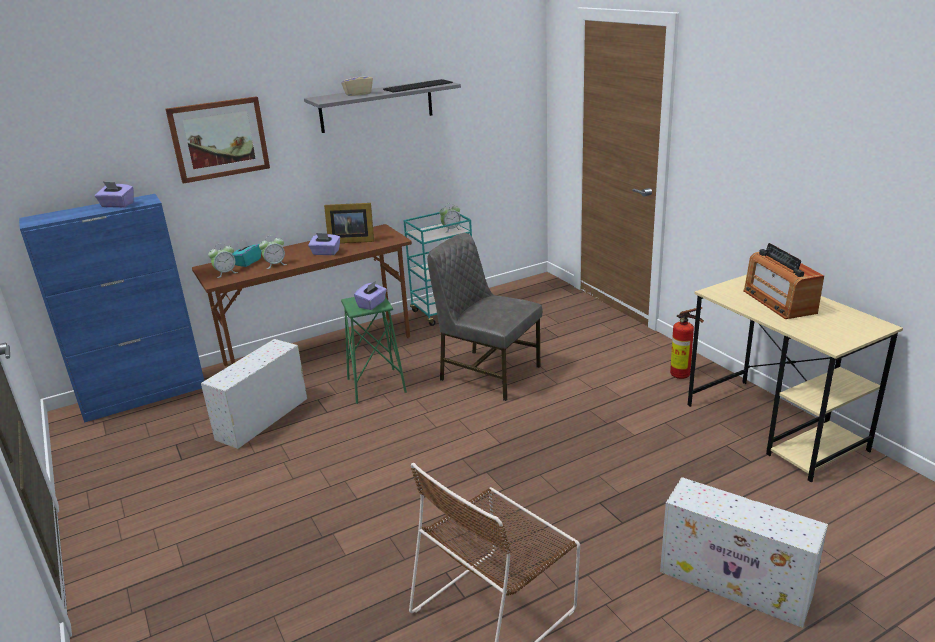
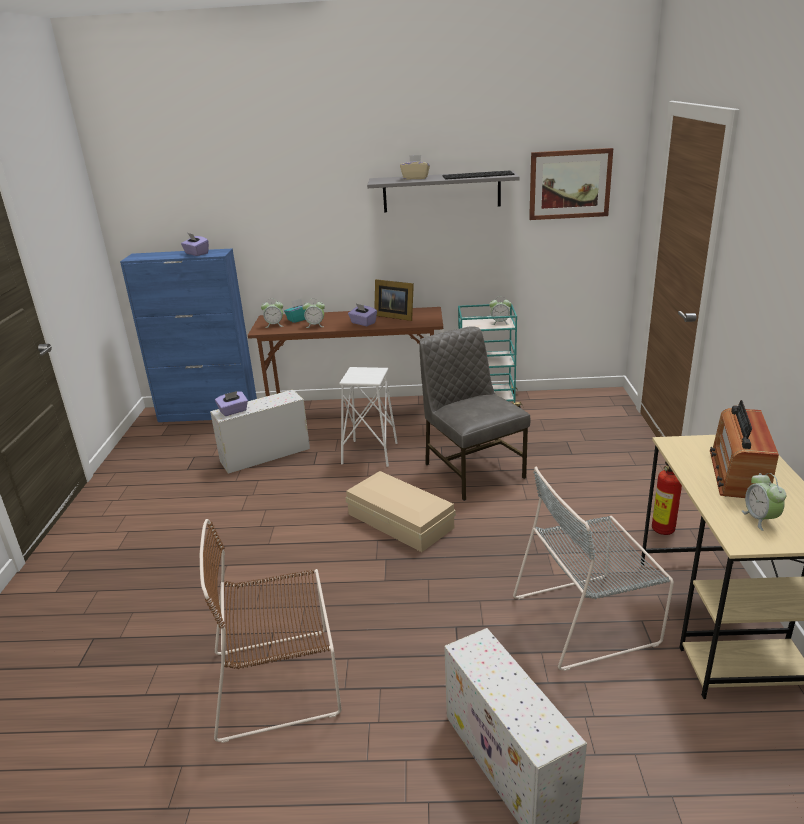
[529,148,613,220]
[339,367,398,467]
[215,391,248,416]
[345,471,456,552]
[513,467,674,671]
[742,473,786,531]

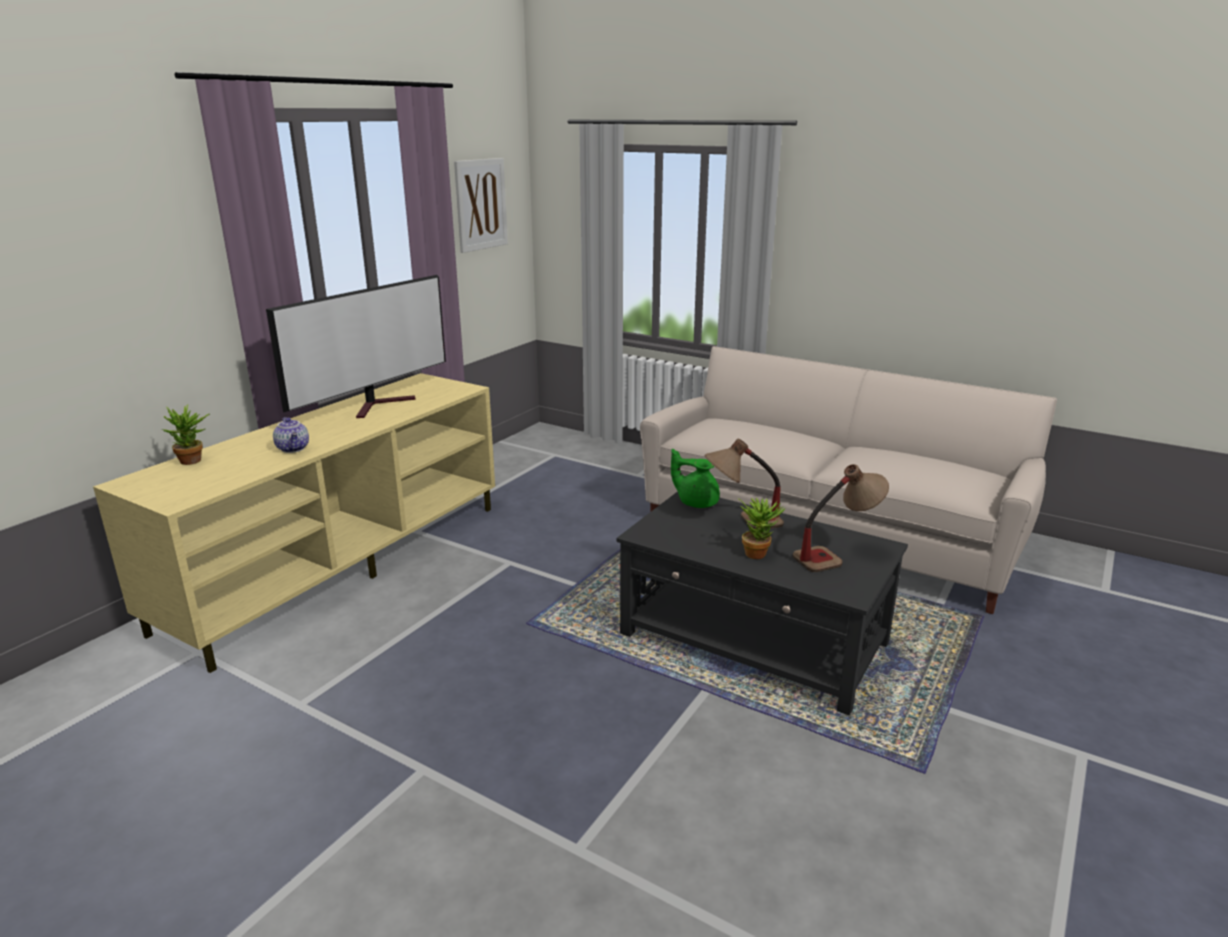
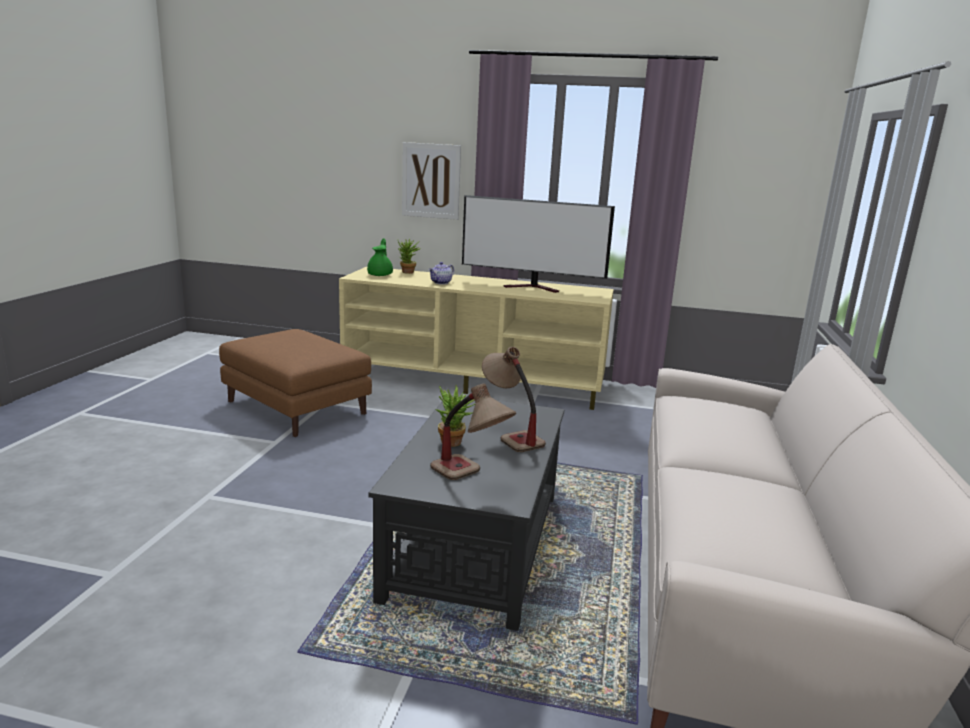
[402,142,461,220]
[367,238,393,276]
[219,329,372,437]

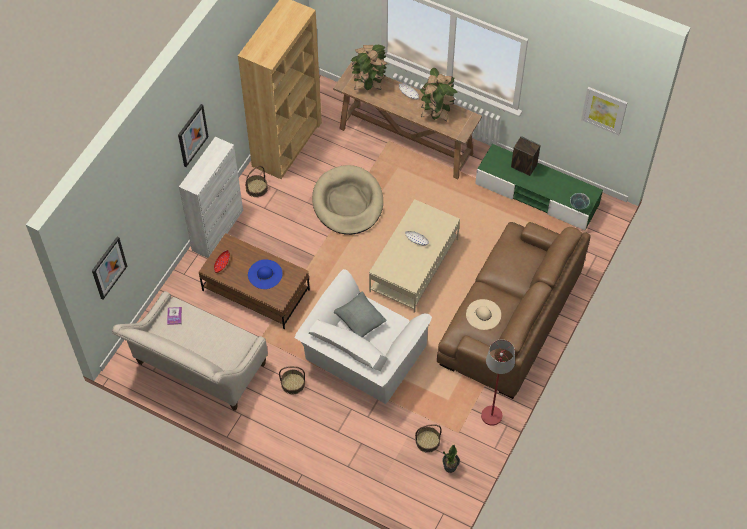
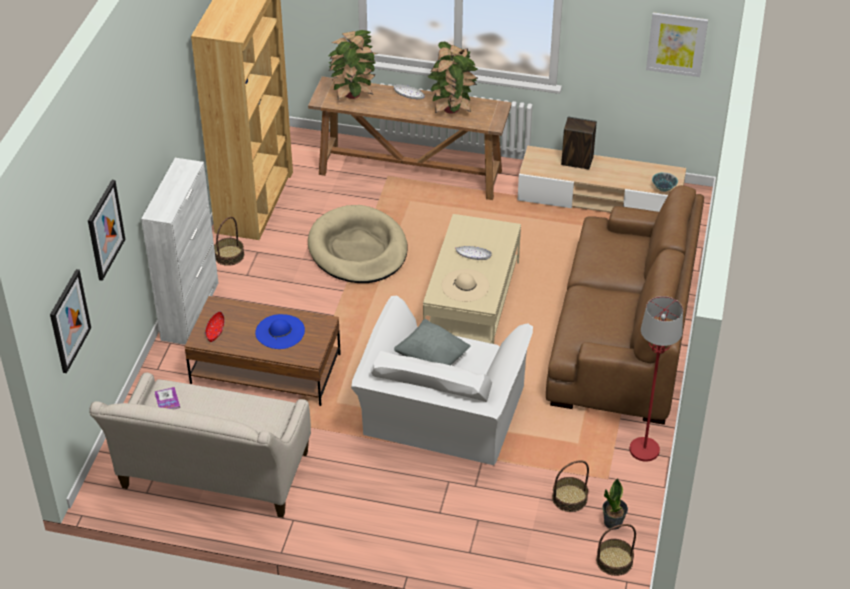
[88,180,125,281]
[596,524,636,576]
[442,269,489,302]
[518,145,686,213]

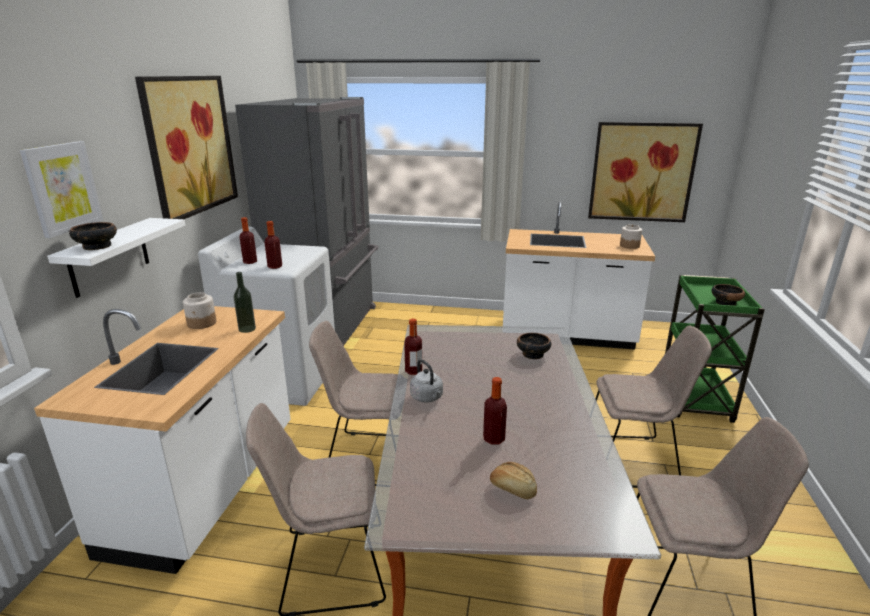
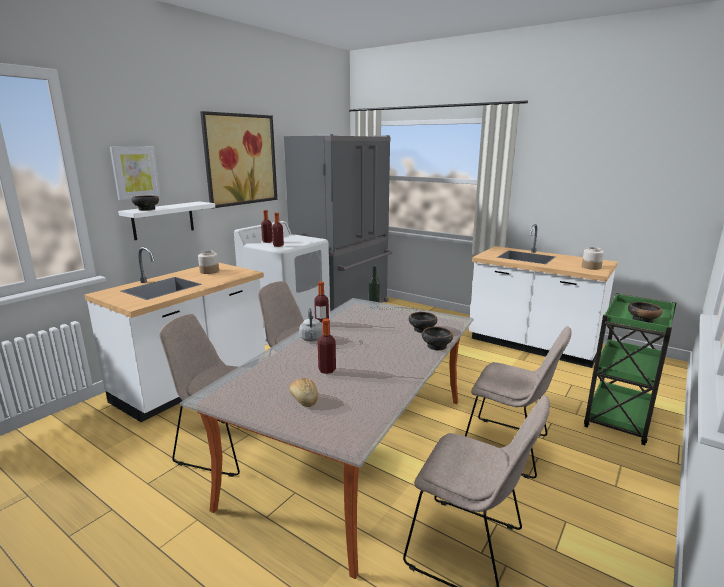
[368,266,380,310]
[588,122,703,222] (first image)
[422,327,453,351]

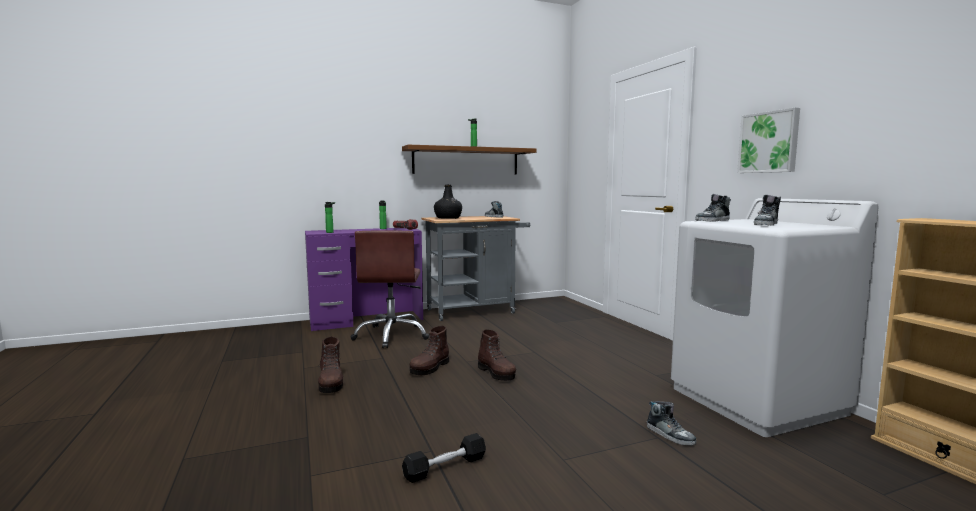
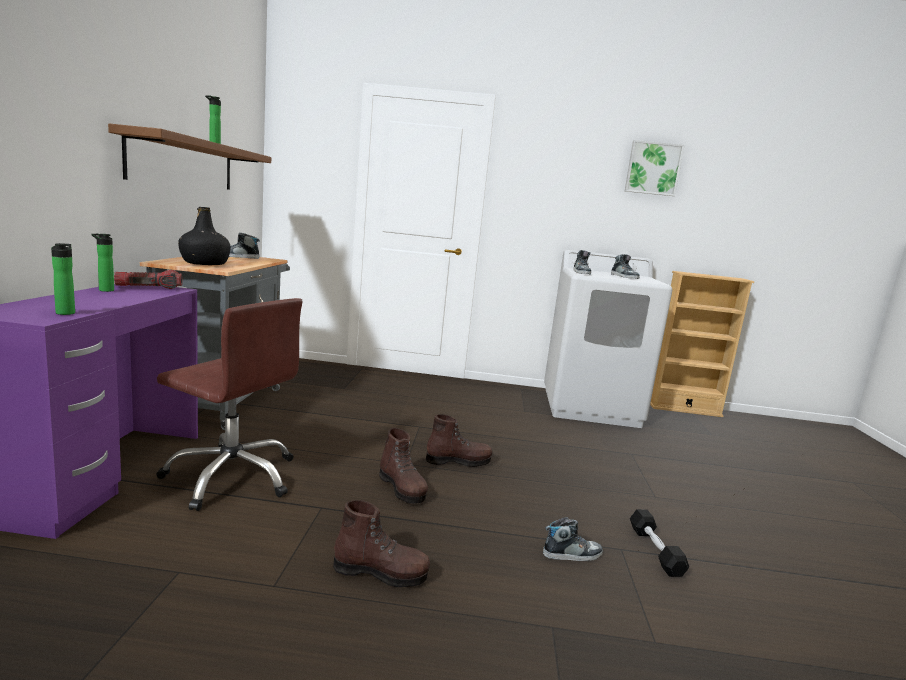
[543,517,603,561]
[625,140,685,196]

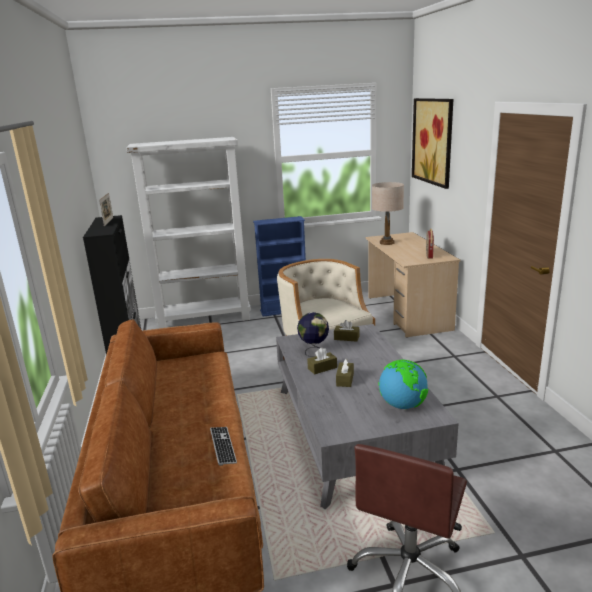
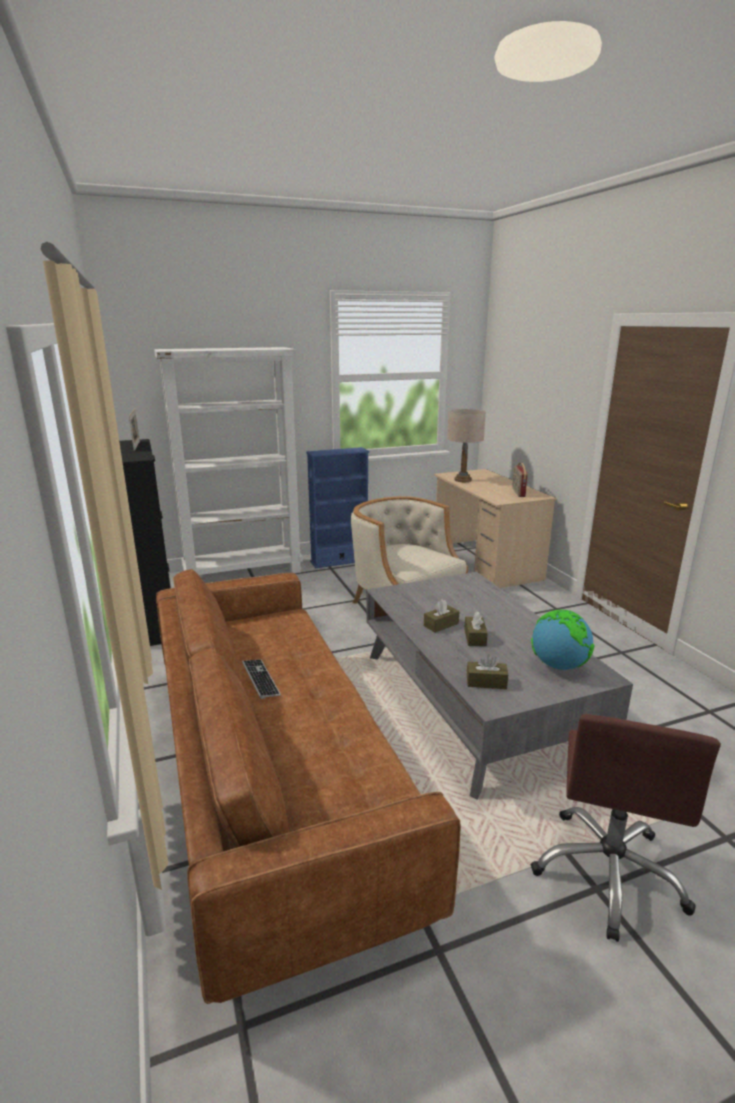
[242,659,281,699]
[297,312,329,357] (first image)
[467,655,508,689]
[412,98,453,189] (first image)

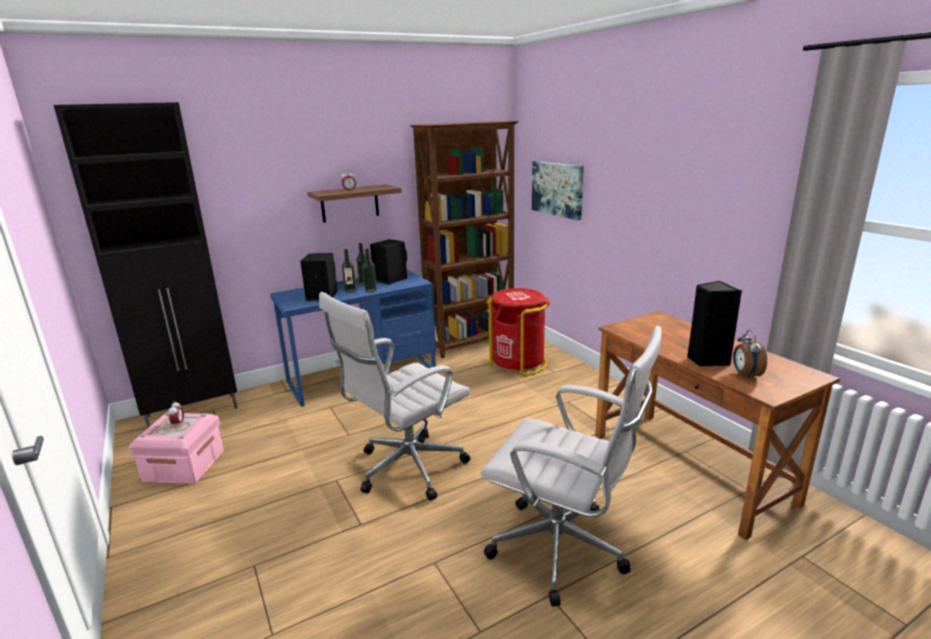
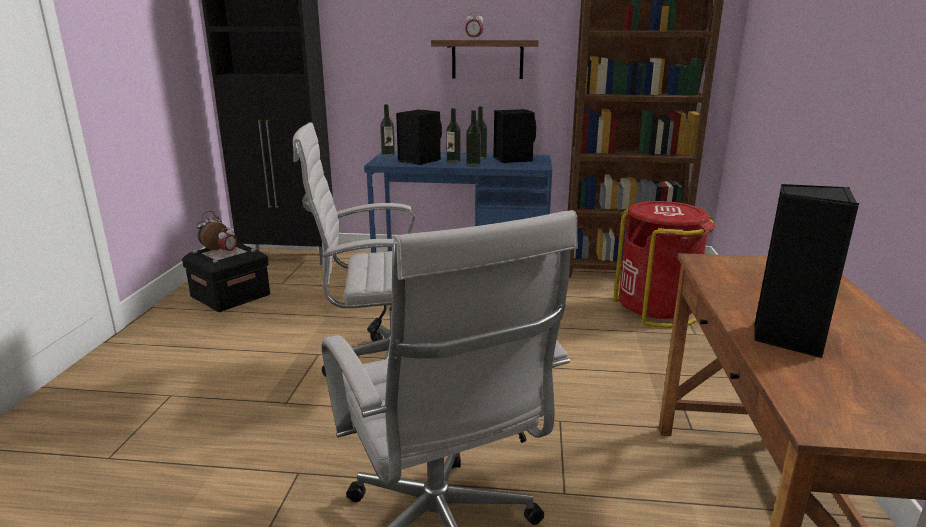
[182,242,270,312]
[532,161,584,220] (first image)
[197,211,229,250]
[380,104,395,157]

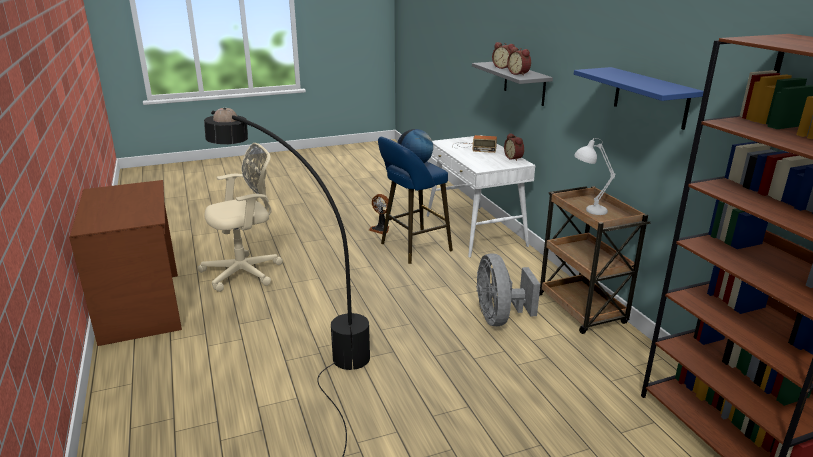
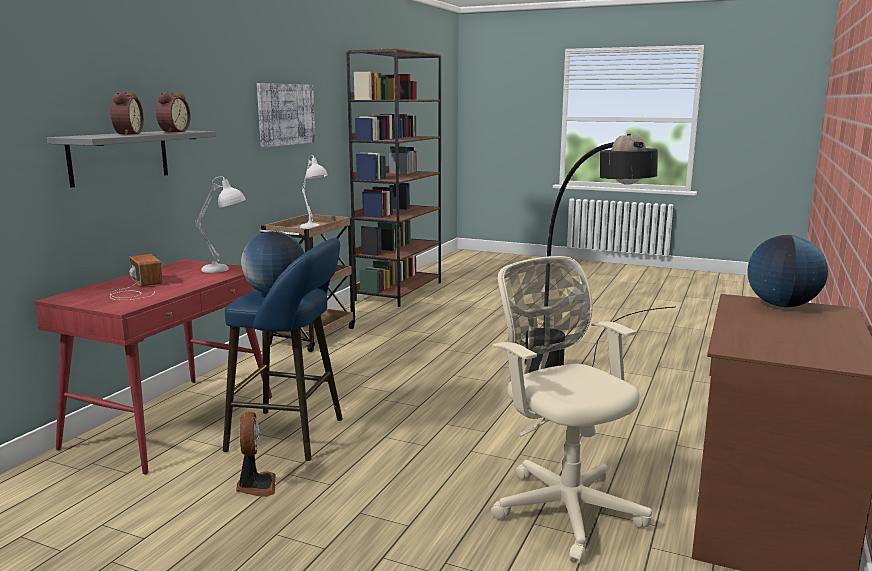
[491,256,652,564]
[35,259,272,475]
[476,253,540,326] (first image)
[504,133,524,161] (first image)
[257,83,316,147]
[195,177,246,273]
[748,235,828,307]

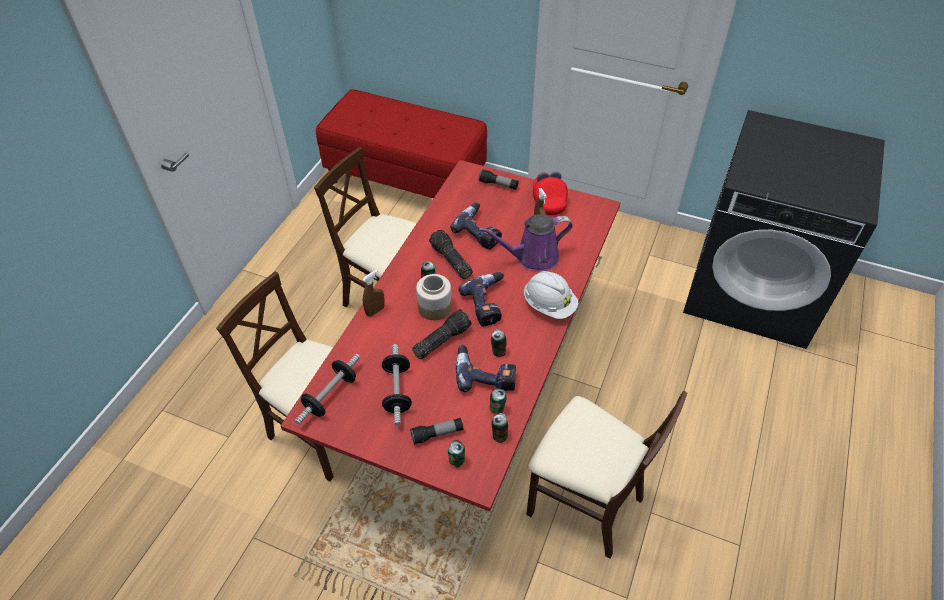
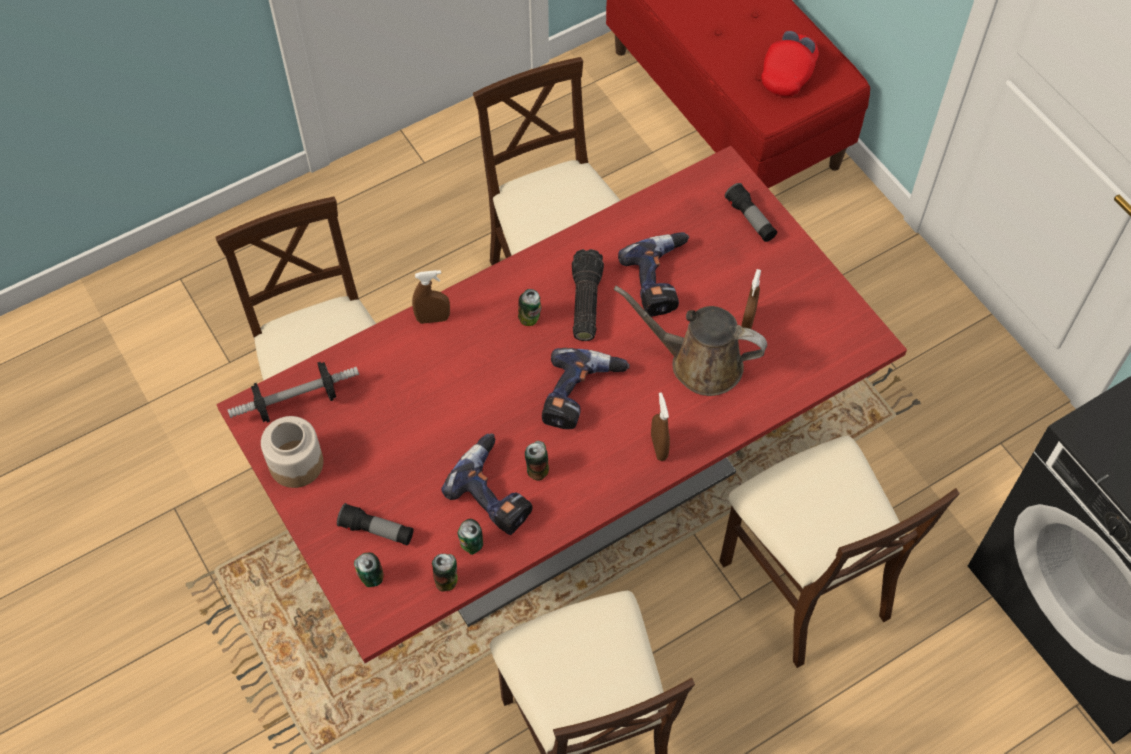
[382,344,412,426] (first image)
[412,309,472,359] (first image)
[261,416,323,488]
[614,286,767,396]
[651,392,670,461]
[761,31,819,96]
[720,436,960,668]

